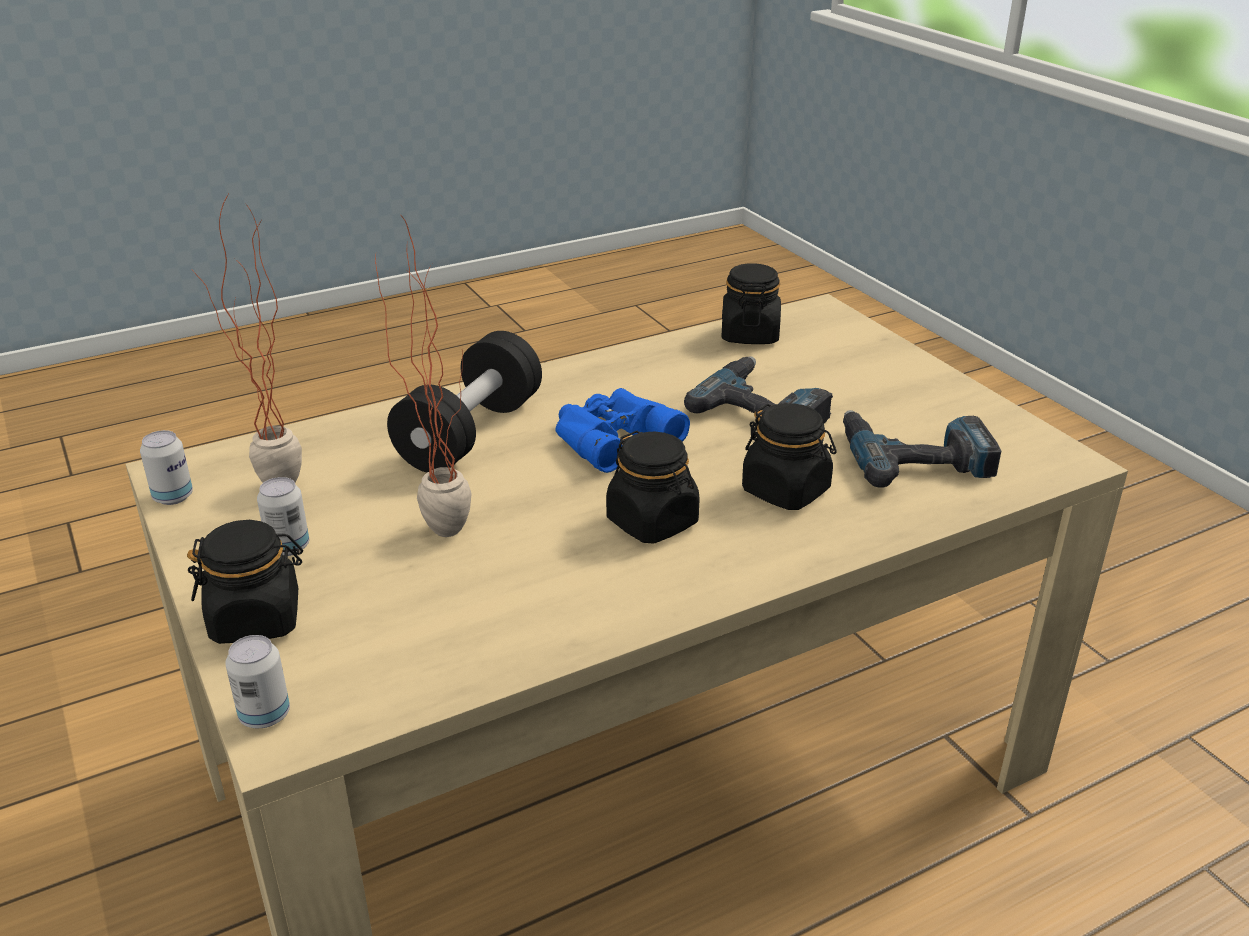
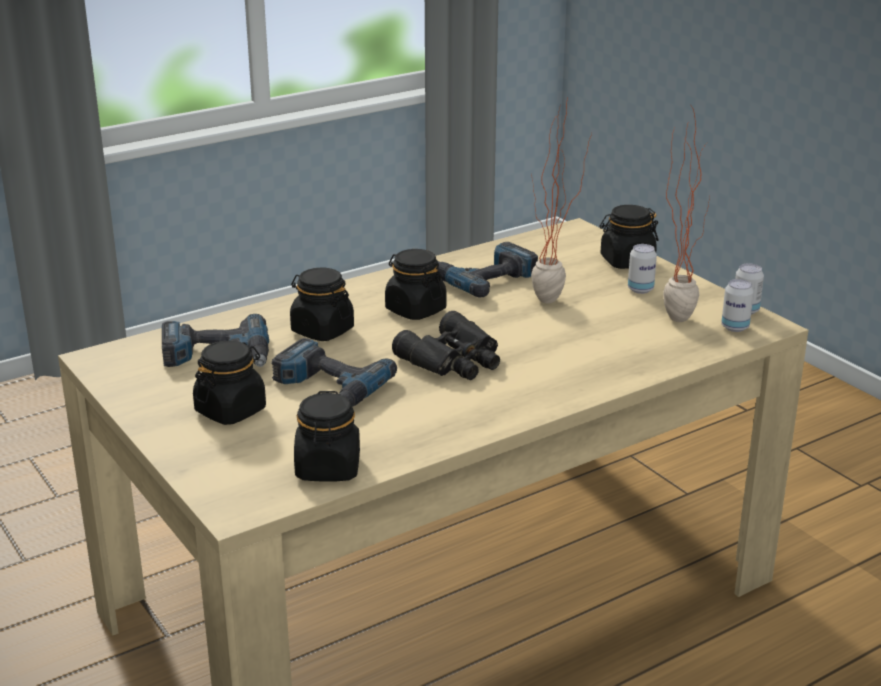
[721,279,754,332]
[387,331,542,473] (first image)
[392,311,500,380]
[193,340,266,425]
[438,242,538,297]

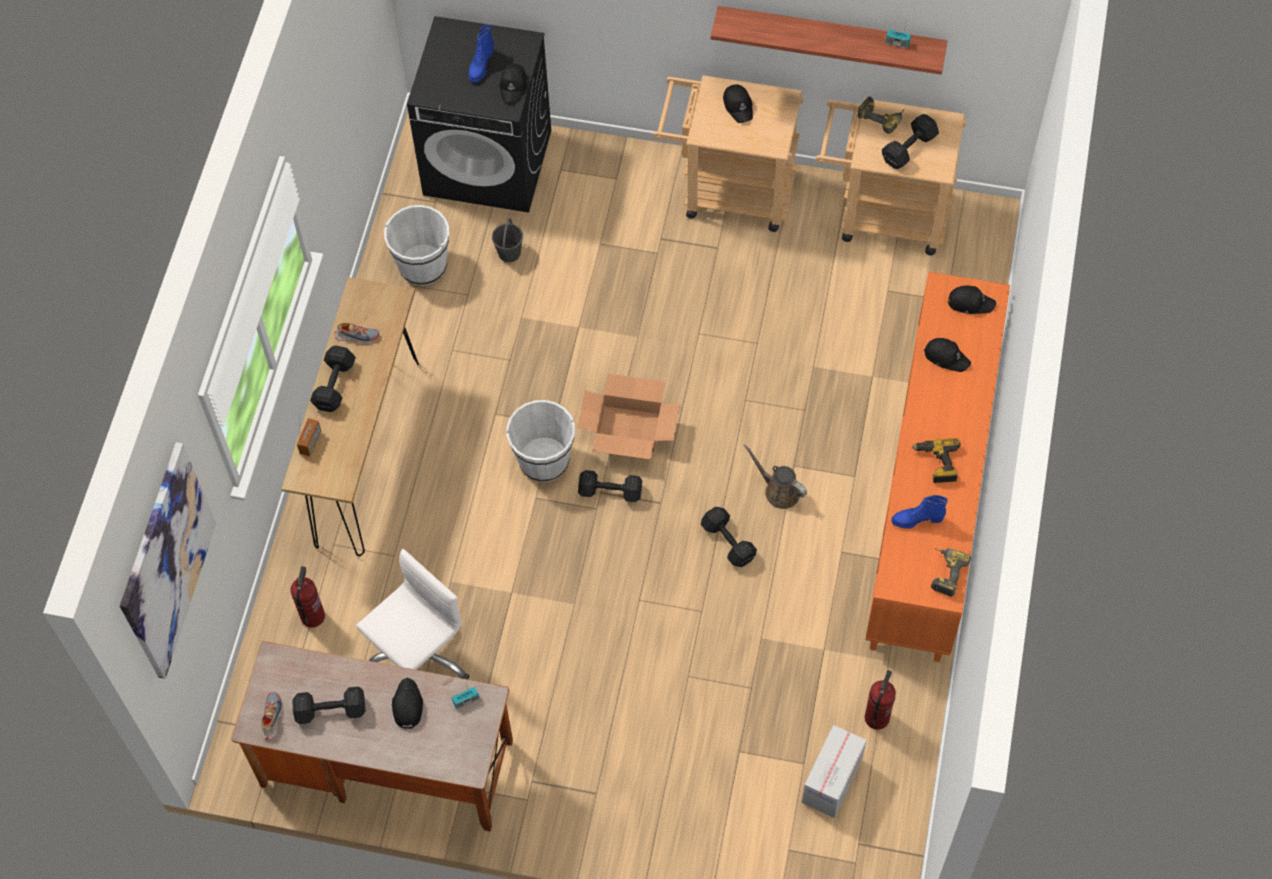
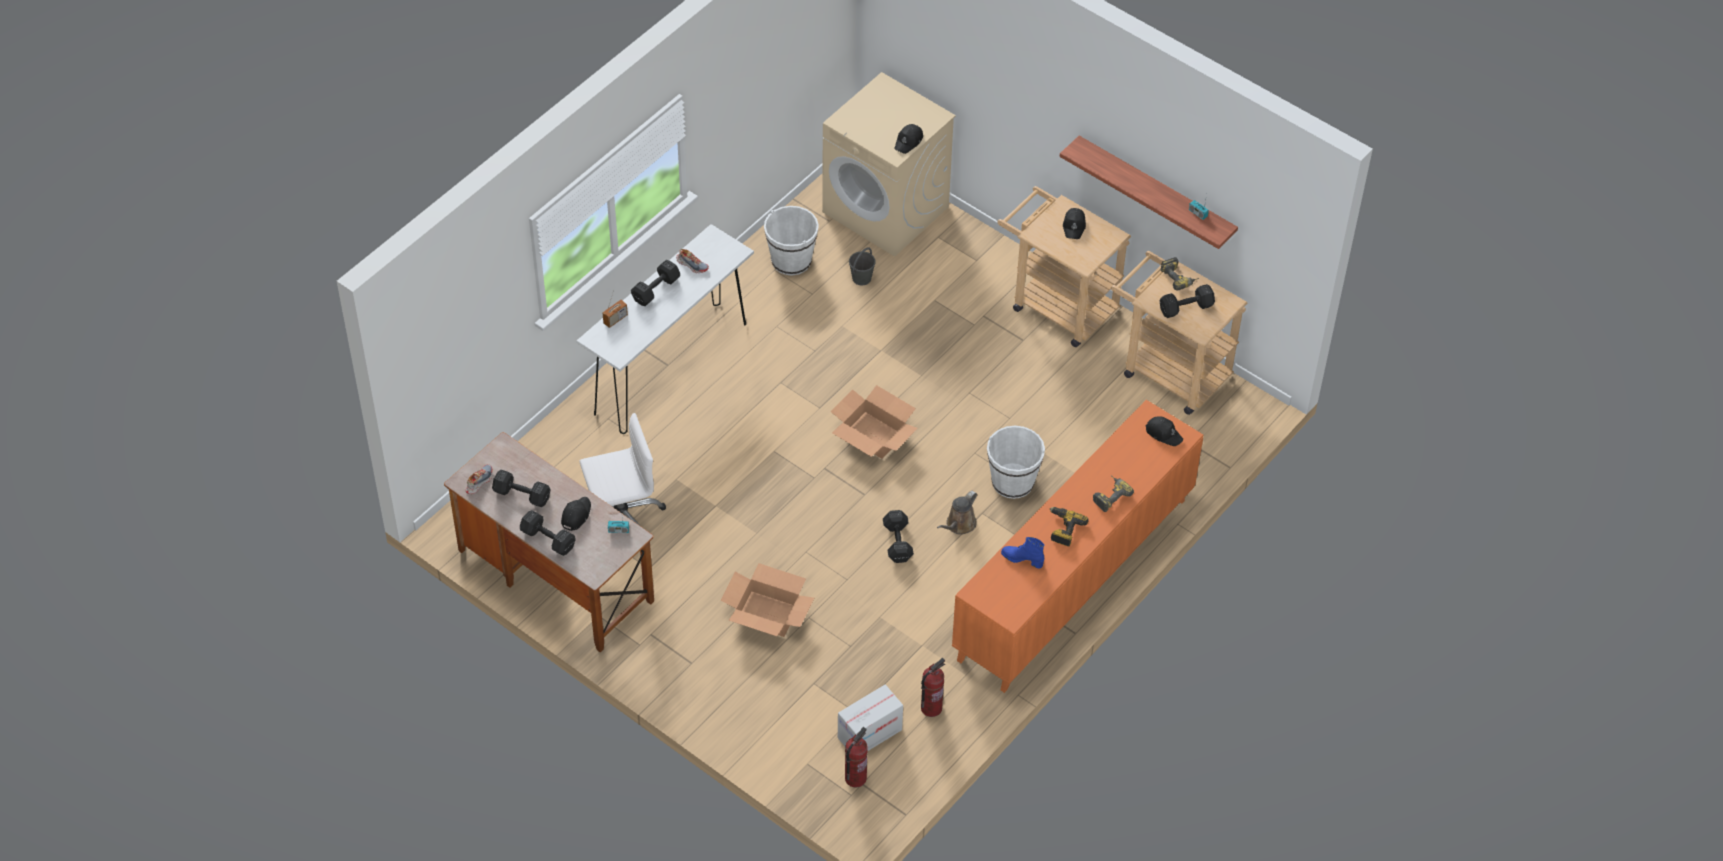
[120,442,216,679] (first image)
[577,224,754,434]
[845,727,868,788]
[822,72,956,257]
[469,24,494,83] (first image)
[987,426,1045,499]
[520,510,576,556]
[937,491,977,535]
[924,338,971,372] (first image)
[1093,476,1134,512]
[720,563,814,637]

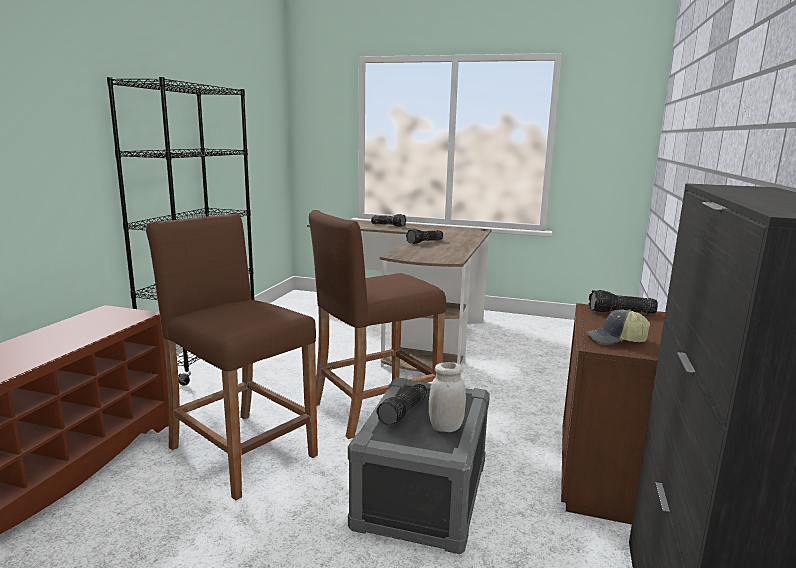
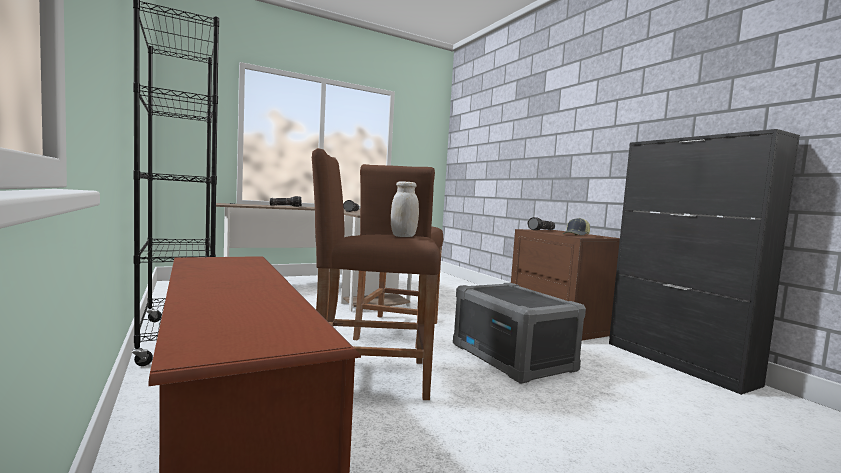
[376,384,428,426] (first image)
[391,181,419,237]

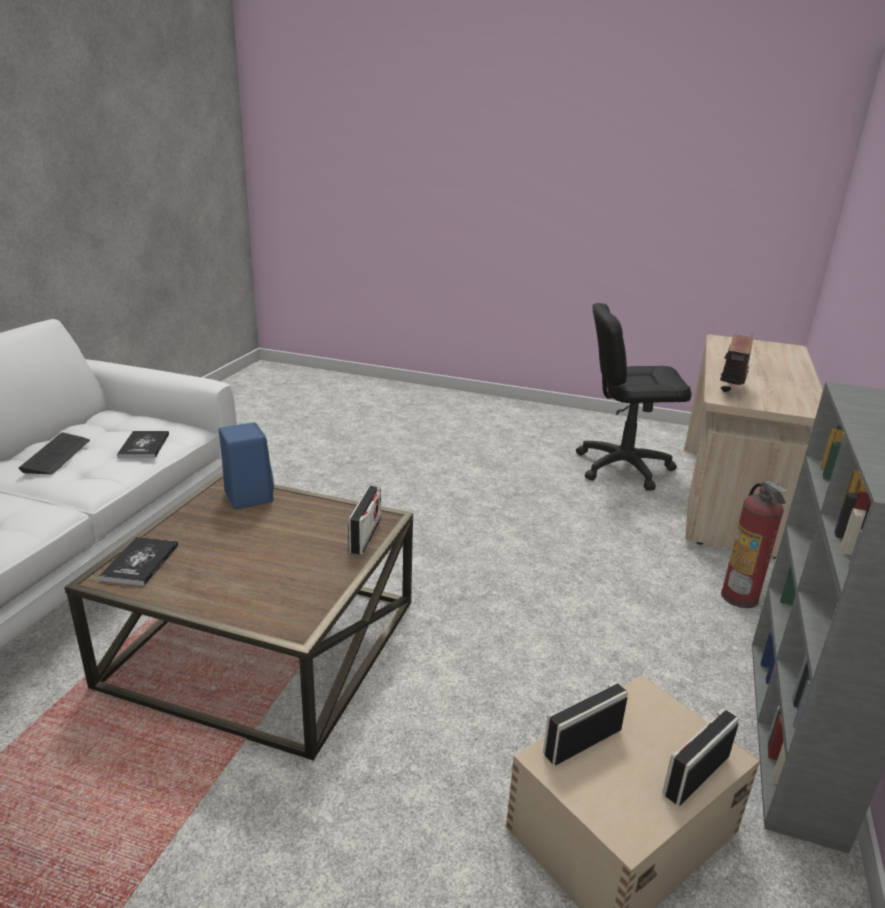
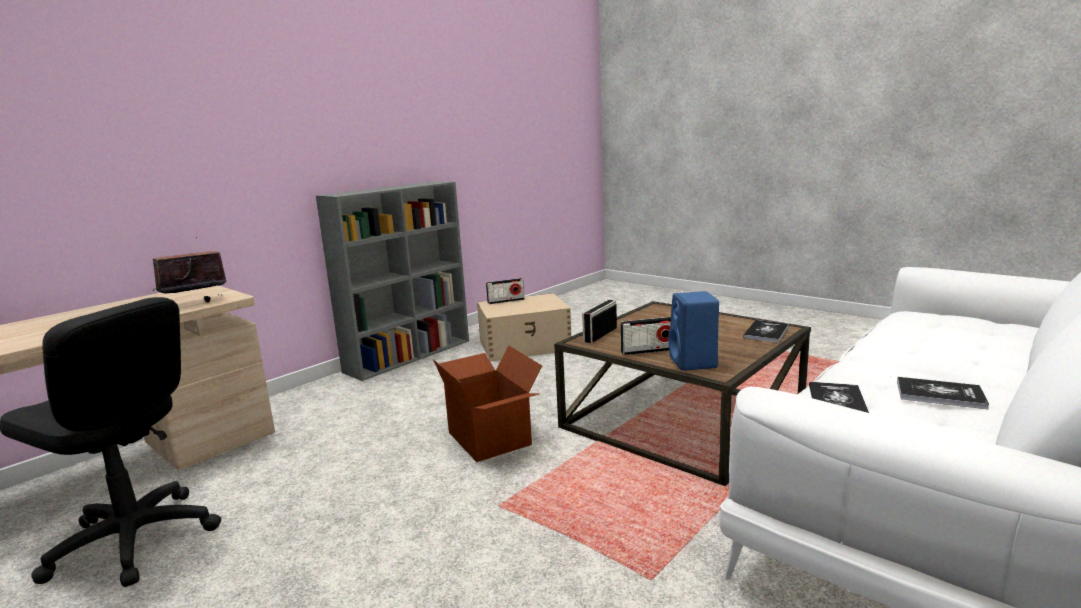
[897,377,989,409]
[620,317,671,355]
[721,481,789,608] (first image)
[433,345,542,462]

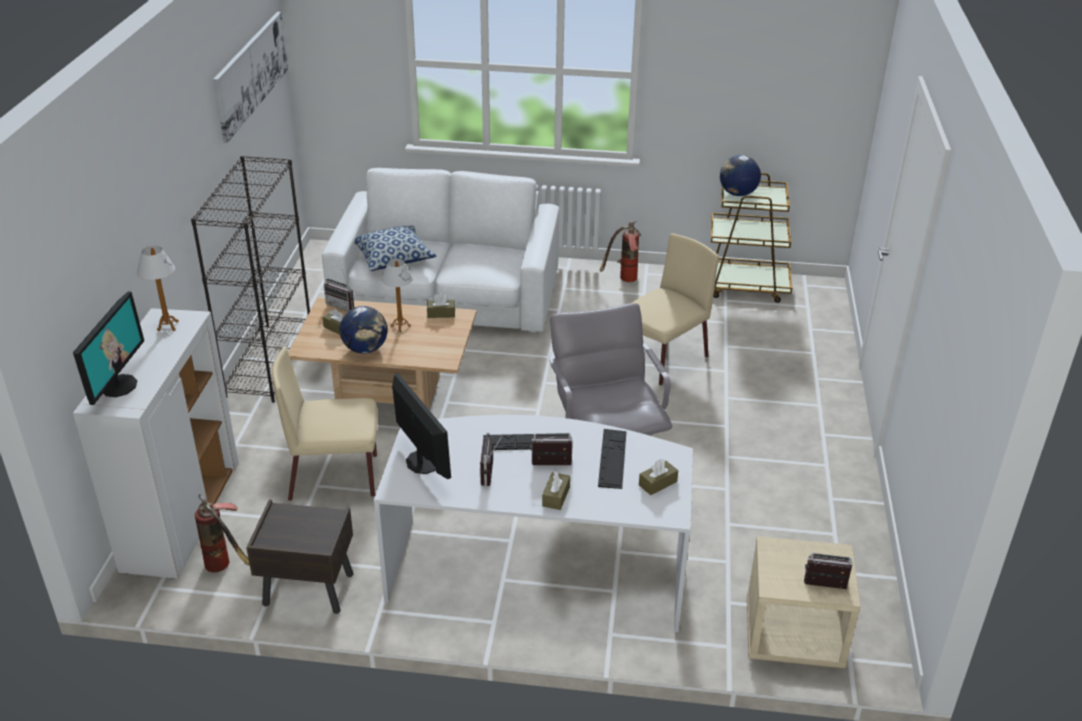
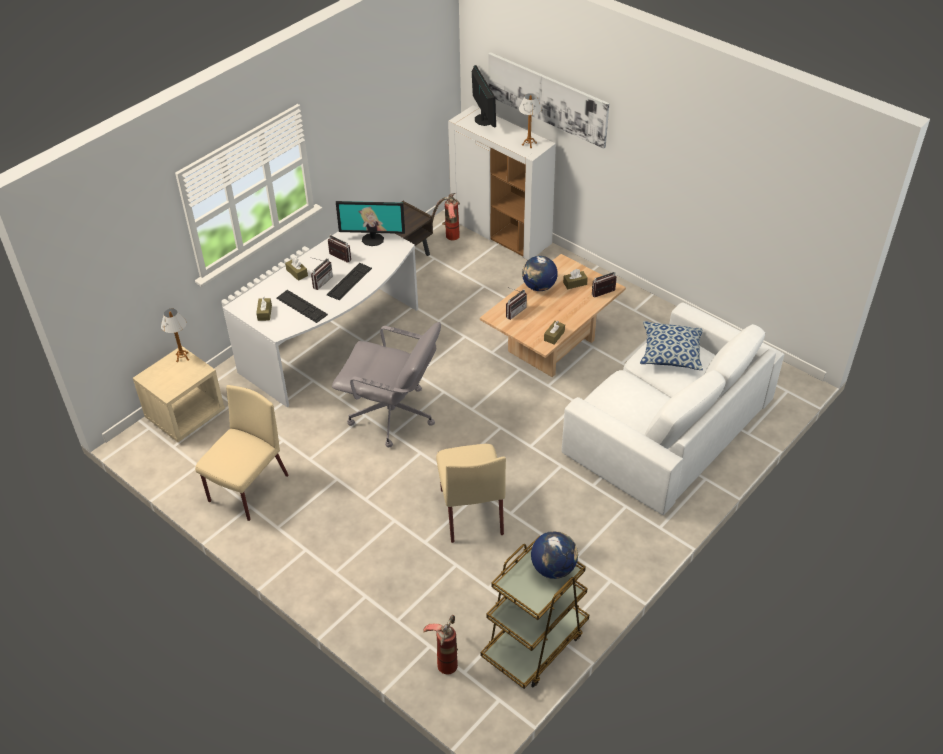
[472,65,496,127]
[191,156,310,403] (first image)
[488,52,610,149]
[195,385,289,521]
[161,309,189,362]
[423,615,458,674]
[506,287,527,320]

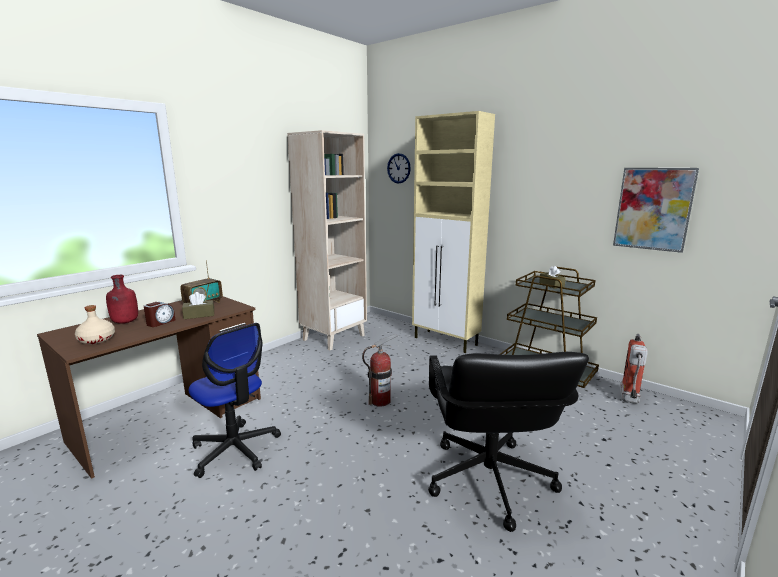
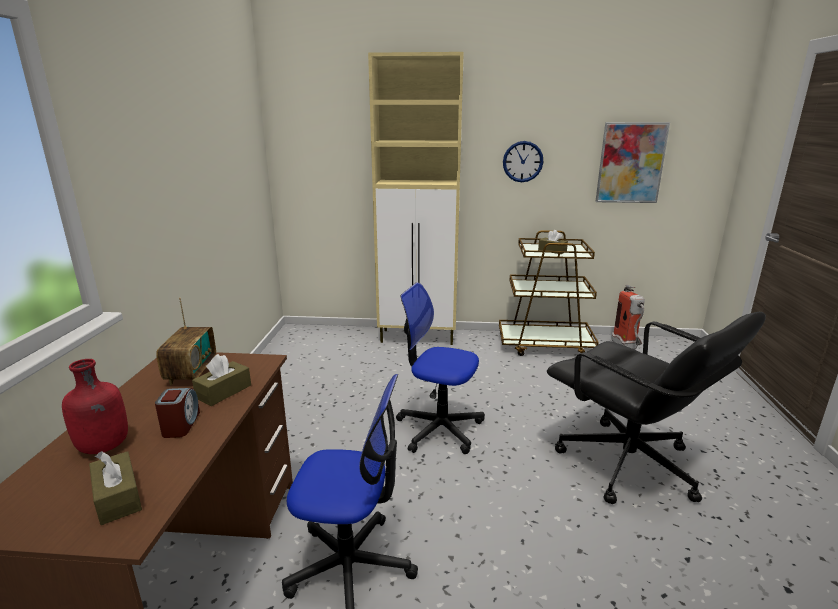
[89,451,142,525]
[287,130,367,351] (first image)
[396,282,485,454]
[503,141,543,182]

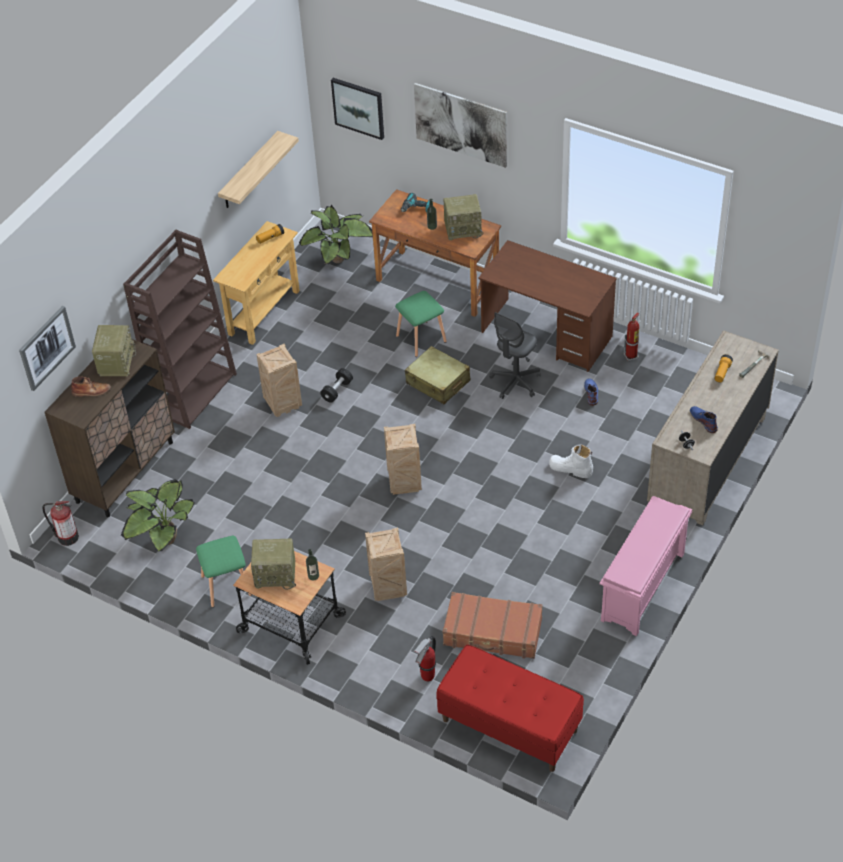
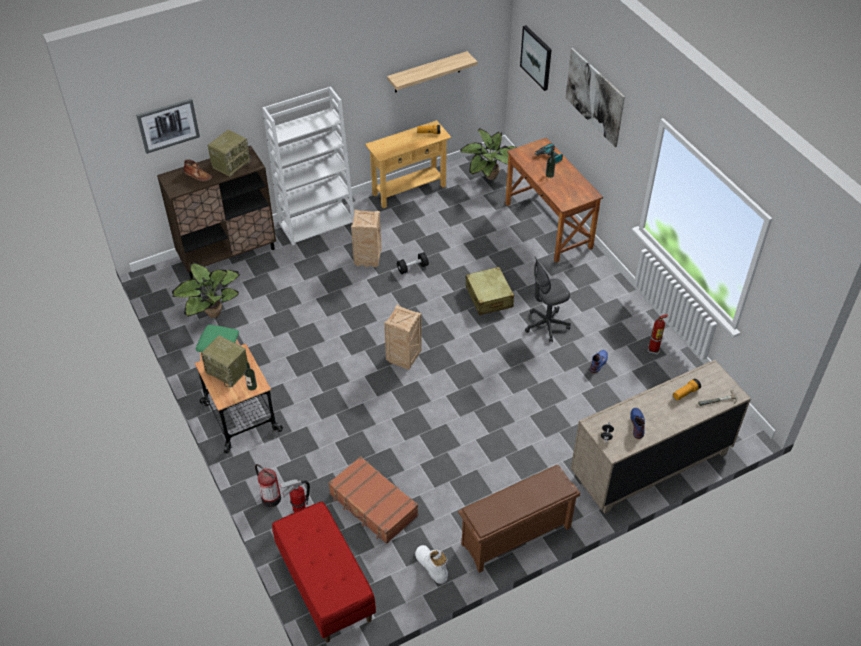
[255,464,281,507]
[262,86,354,245]
[365,527,407,601] (first image)
[395,291,447,357] (first image)
[443,194,484,241] (first image)
[478,240,617,372] (first image)
[415,545,448,584]
[458,465,580,573]

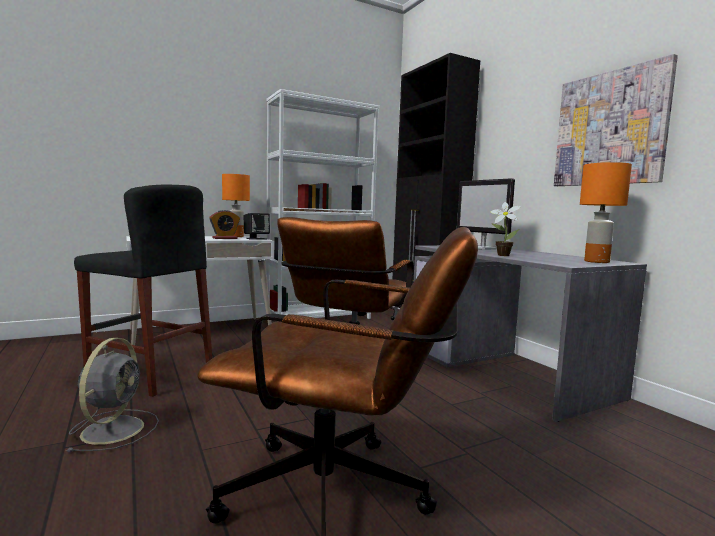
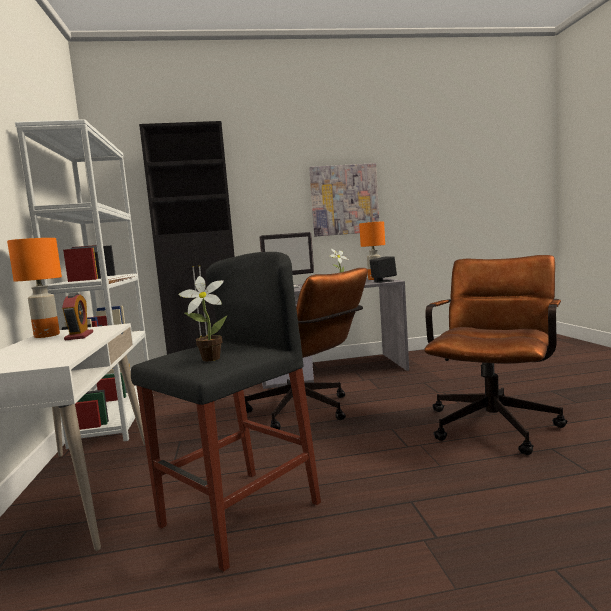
[66,338,159,452] (first image)
[370,256,397,282]
[178,276,227,361]

